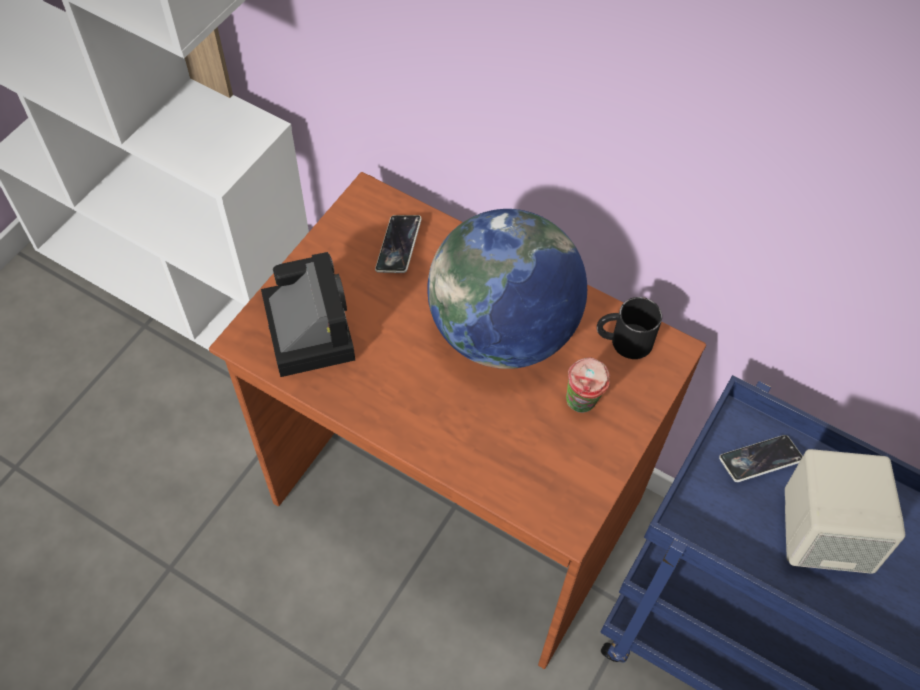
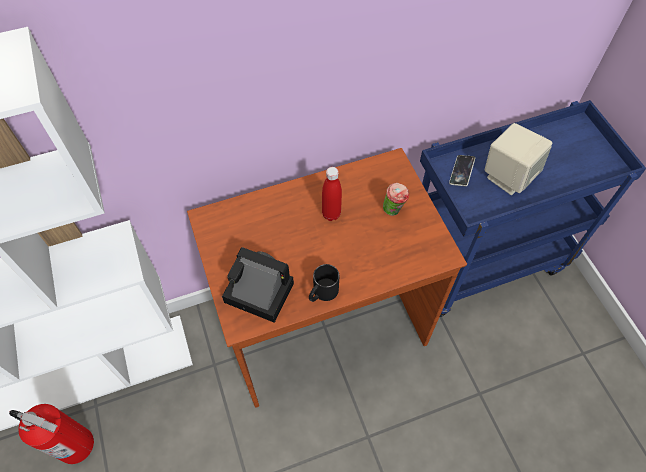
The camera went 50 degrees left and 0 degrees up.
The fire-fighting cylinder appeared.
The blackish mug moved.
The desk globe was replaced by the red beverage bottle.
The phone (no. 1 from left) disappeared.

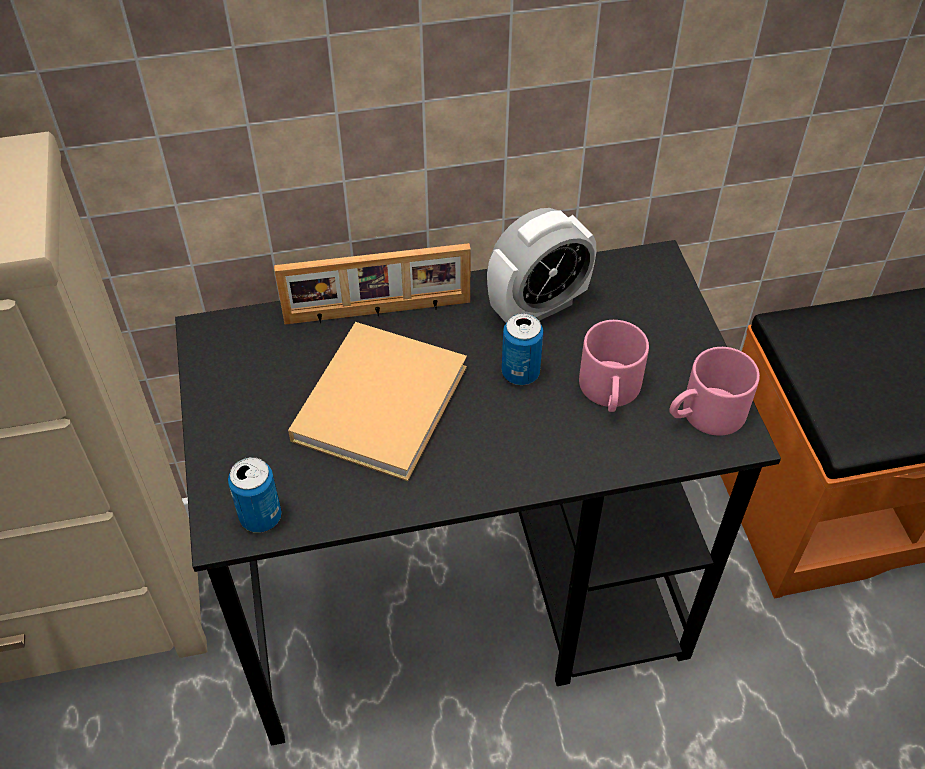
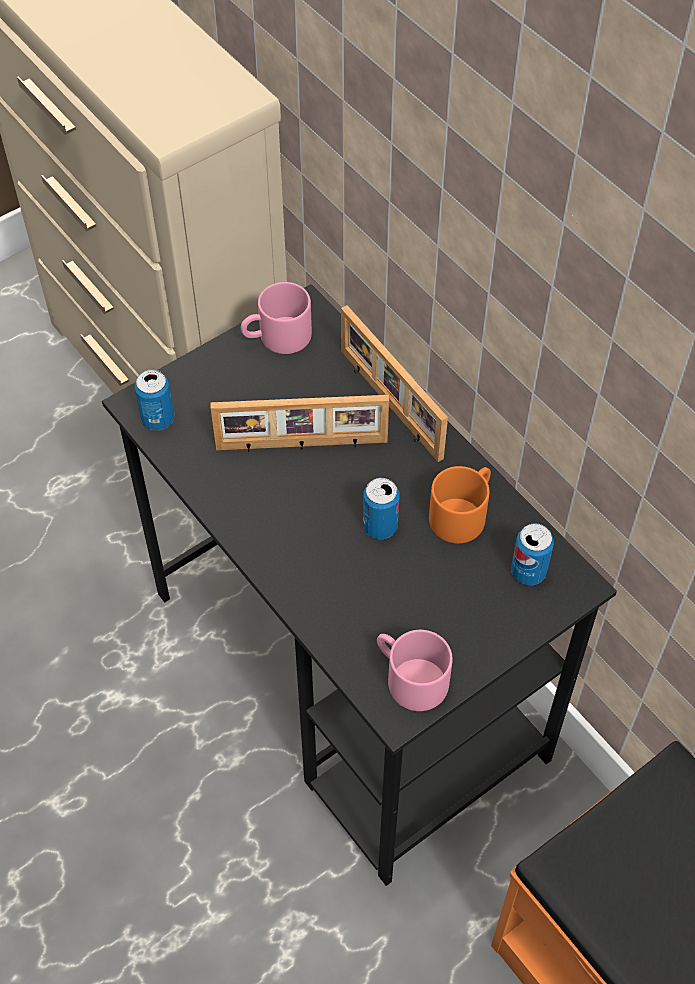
The camera went 65 degrees right and 5 degrees up.
The sand-coloured book was replaced by the picture frame (no. 1 from left).
The pink mug (no. 1 from left) moved.
The alarm clock was replaced by the orange mug.
The can (no. 3 from left) appeared.

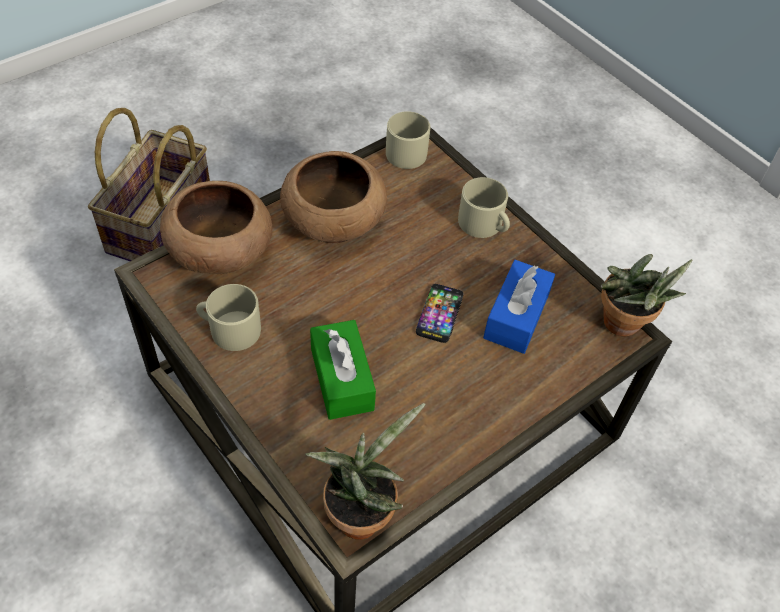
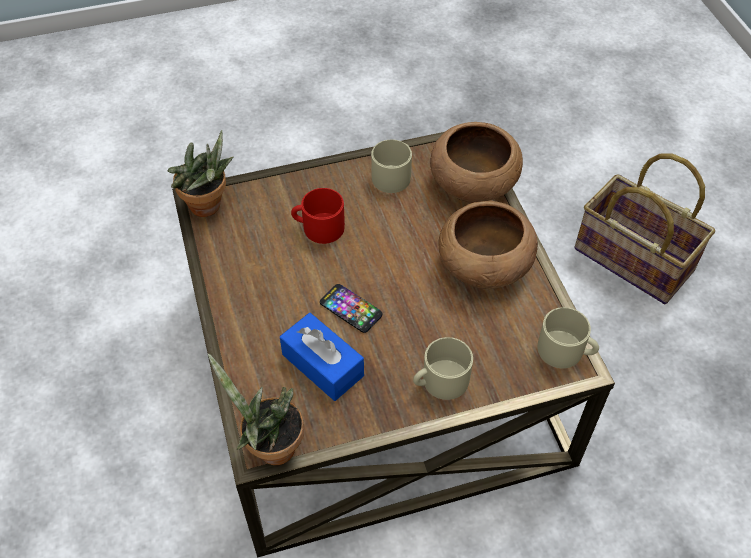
The camera went 115 degrees right and 0 degrees up.
The green box of tissues was replaced by the red mug.

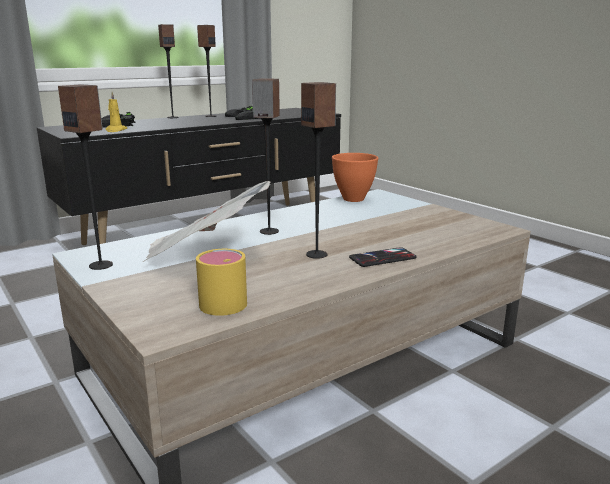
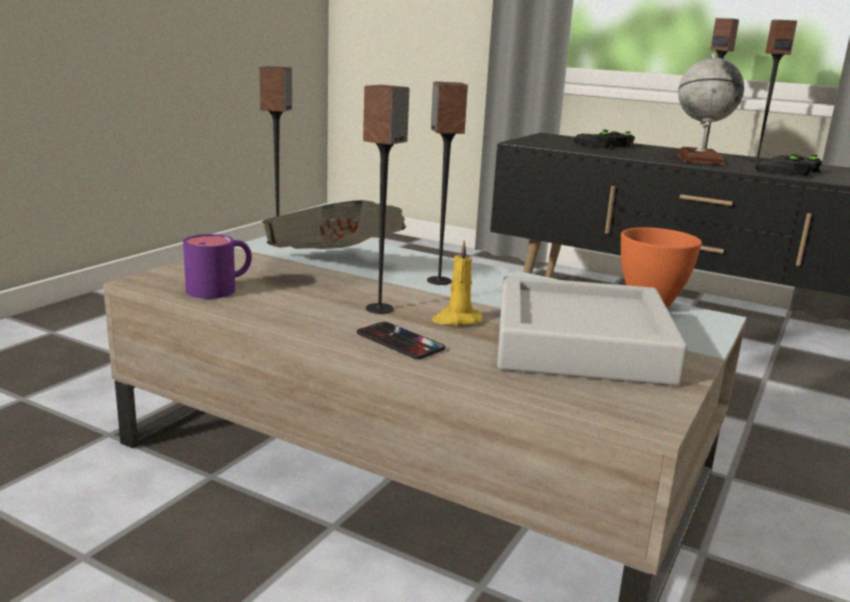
The camera went 65 degrees right and 0 degrees up.
The yellowish mug became the purplish mug.
The yellowish wax candle moved.
The grey tray appeared.
The desk globe appeared.

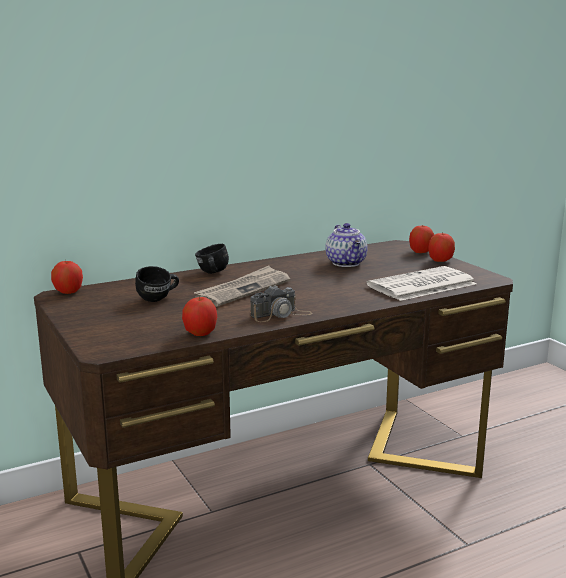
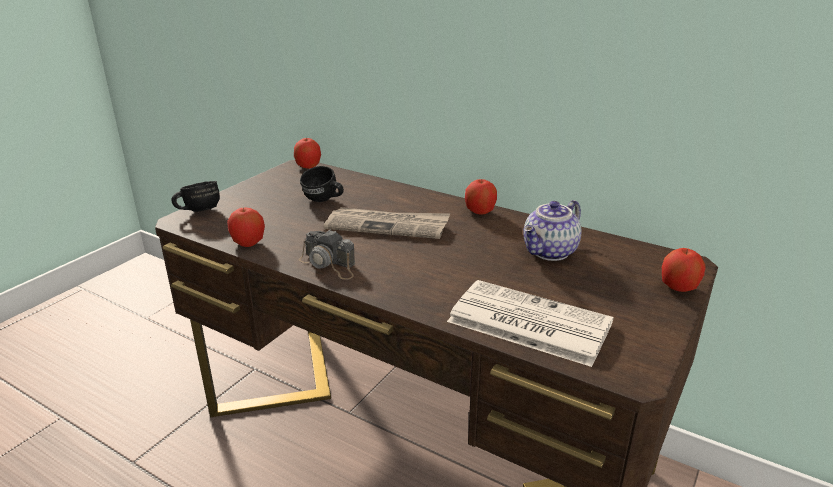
The camera went 60 degrees right and 10 degrees up.
The blackish mug (no. 2 from left in the first image) moved.
The apple (no. 4 from left in the first image) moved.

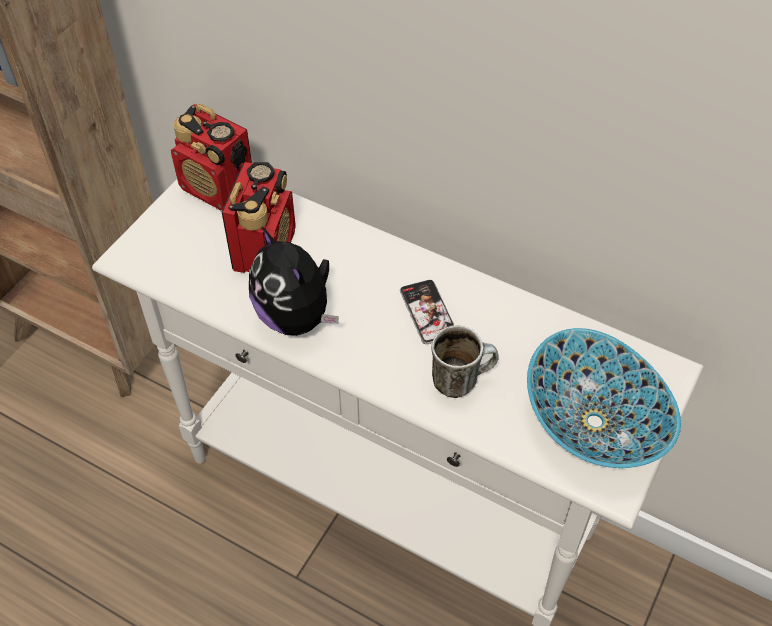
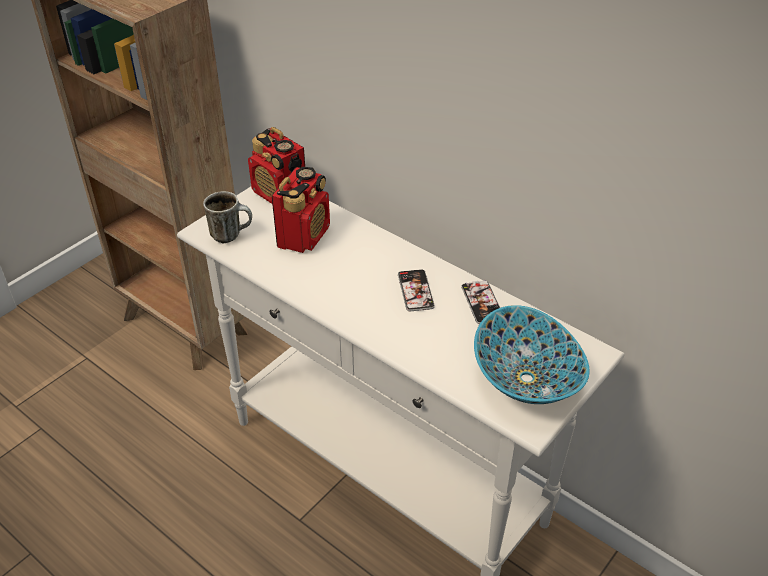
The camera went 10 degrees right and 10 degrees down.
The mug moved.
The phone (no. 2 from left) appeared.
The cuddly toy disappeared.

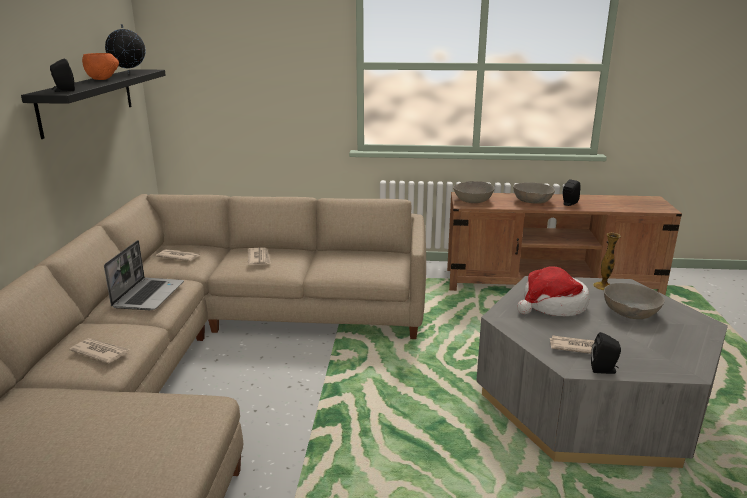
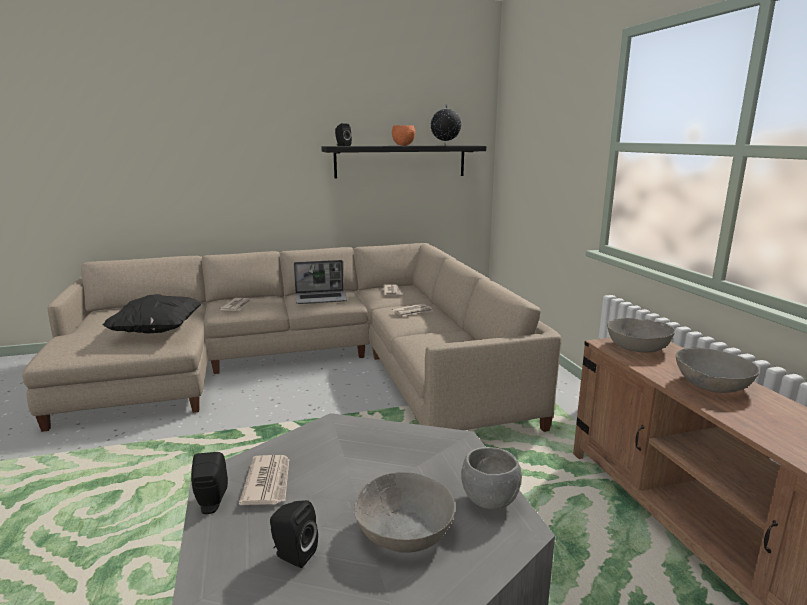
The camera went 70 degrees right and 5 degrees down.
The blackish throw pillow appeared.
The blackish speaker (no. 2 from left) moved.
The flower vase was replaced by the grey deep dish (no. 2 from left).
The clothing hat disappeared.

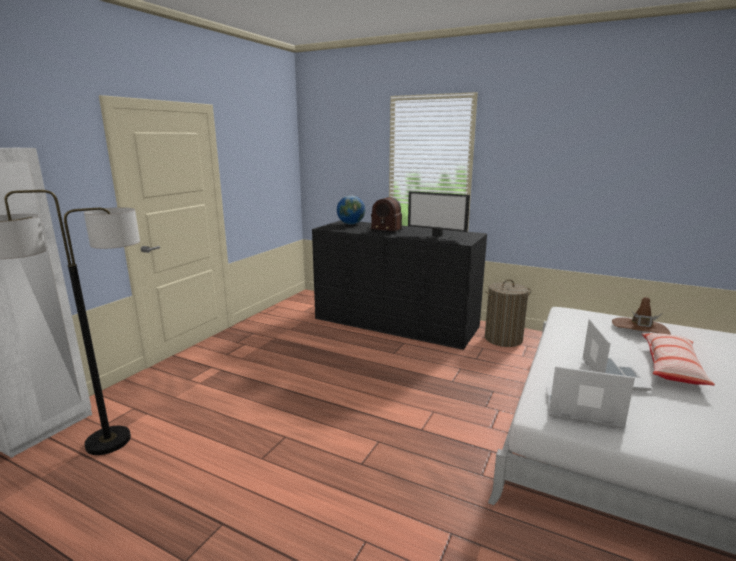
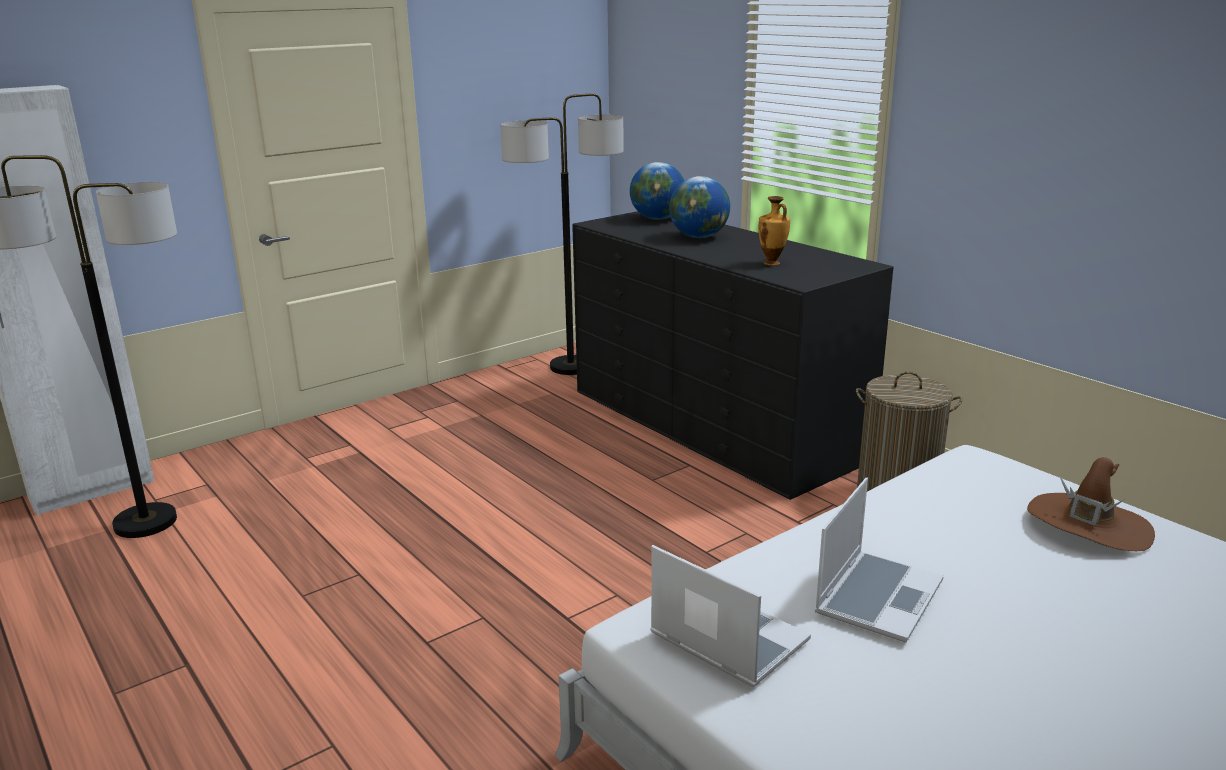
The camera went 25 degrees right and 5 degrees up.
The standing lamp (no. 2 from left) appeared.
The radio was replaced by the desk globe (no. 2 from left).
The monitor was replaced by the flower vase.
The throw pillow disappeared.

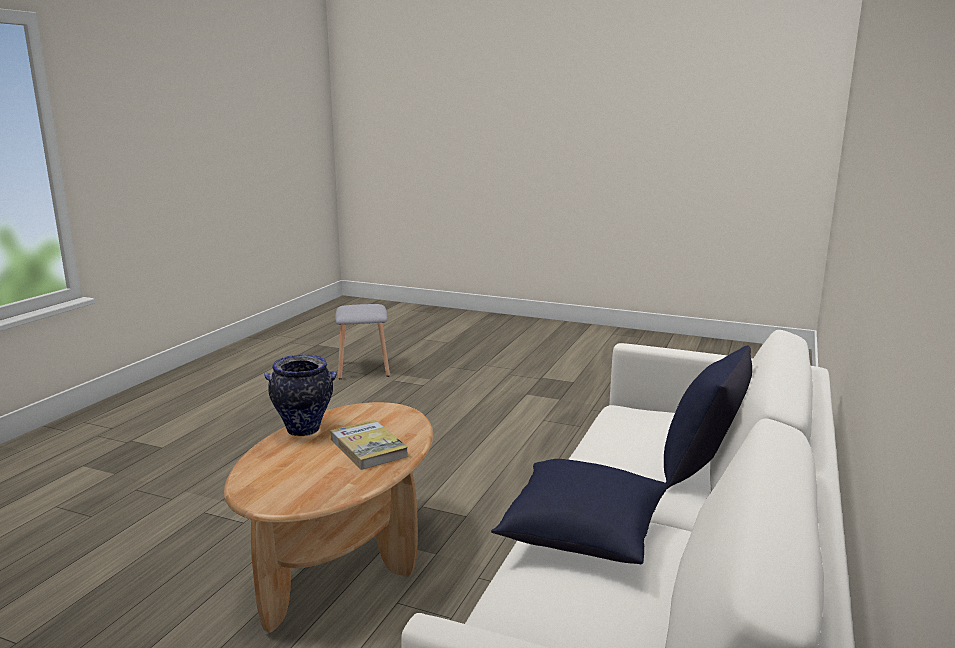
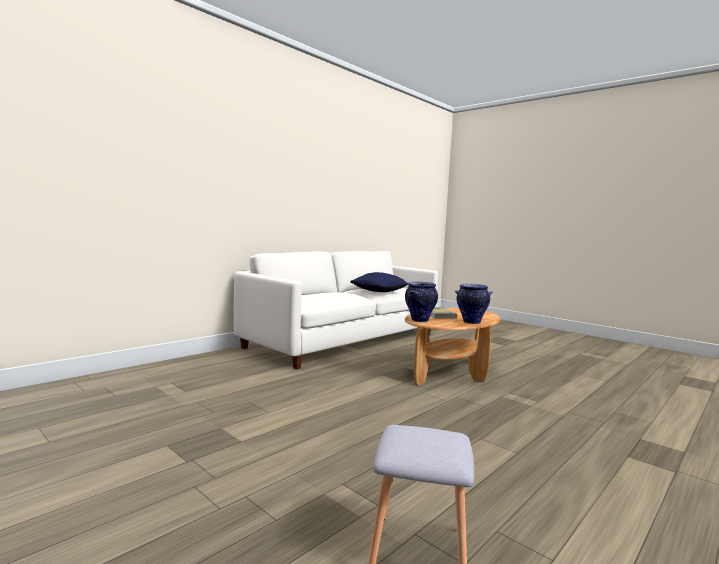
The camera went 160 degrees left and 10 degrees down.
The flower vase (no. 1 from left) appeared.
The blue-coloured throw pillow (no. 2 from left) disappeared.

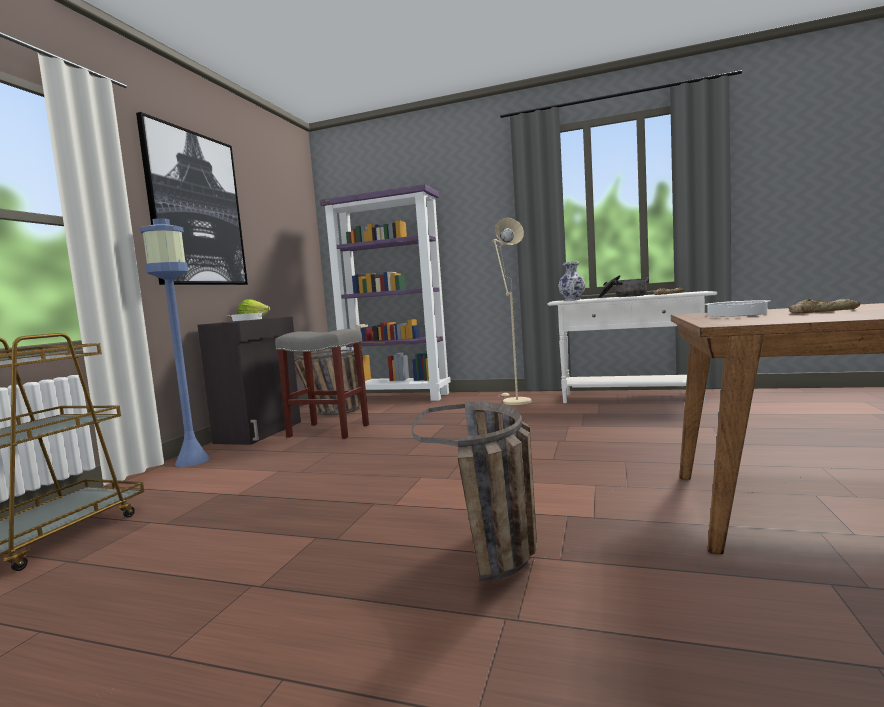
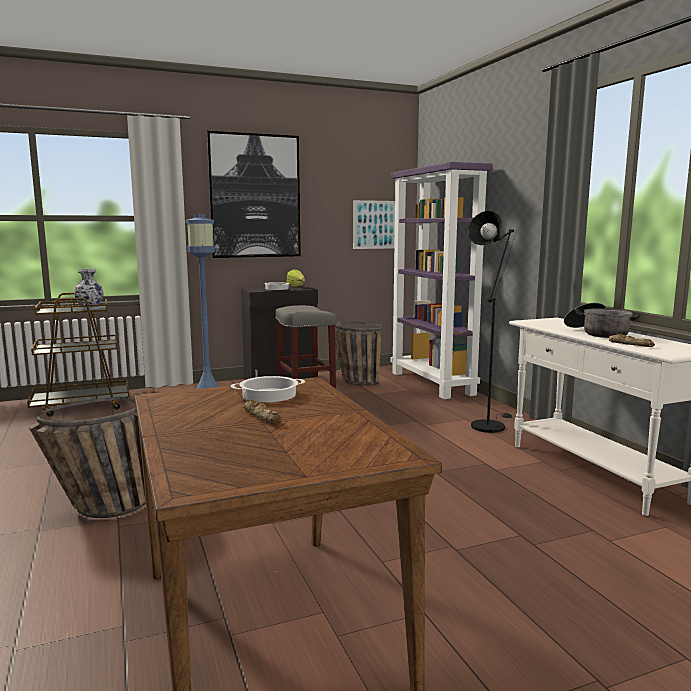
The camera went 50 degrees right and 5 degrees up.
The flower vase moved.
The wall art (no. 2 from left) appeared.
The sand-coloured standing lamp became the blackish standing lamp.

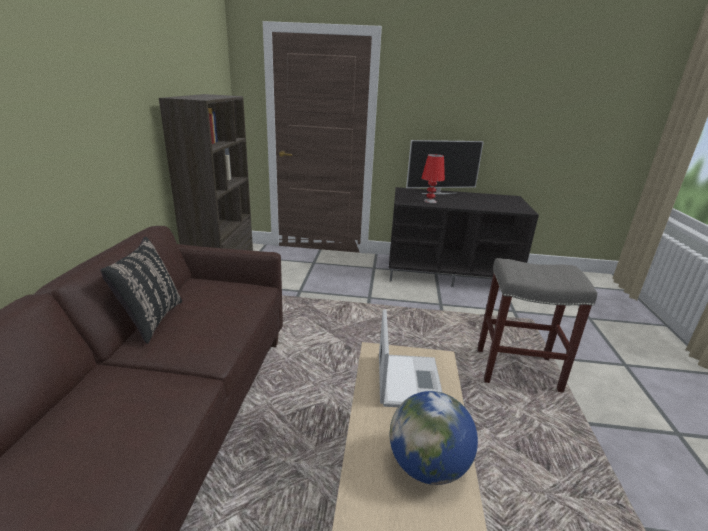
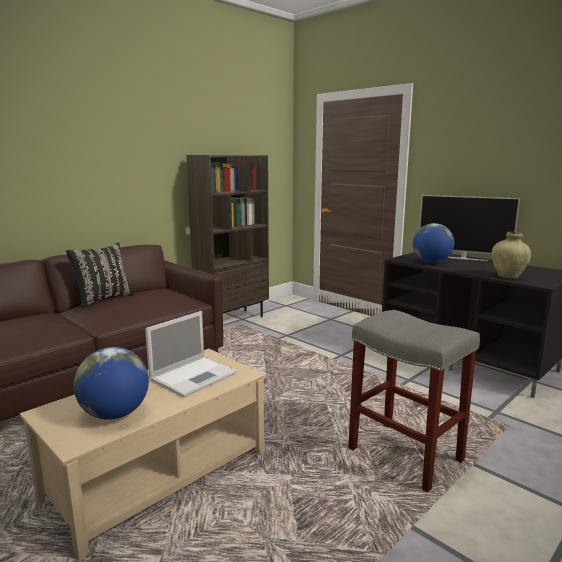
The camera went 40 degrees right and 10 degrees down.
The red table lamp was replaced by the desk globe (no. 2 from left).
The sand-coloured flower vase appeared.

